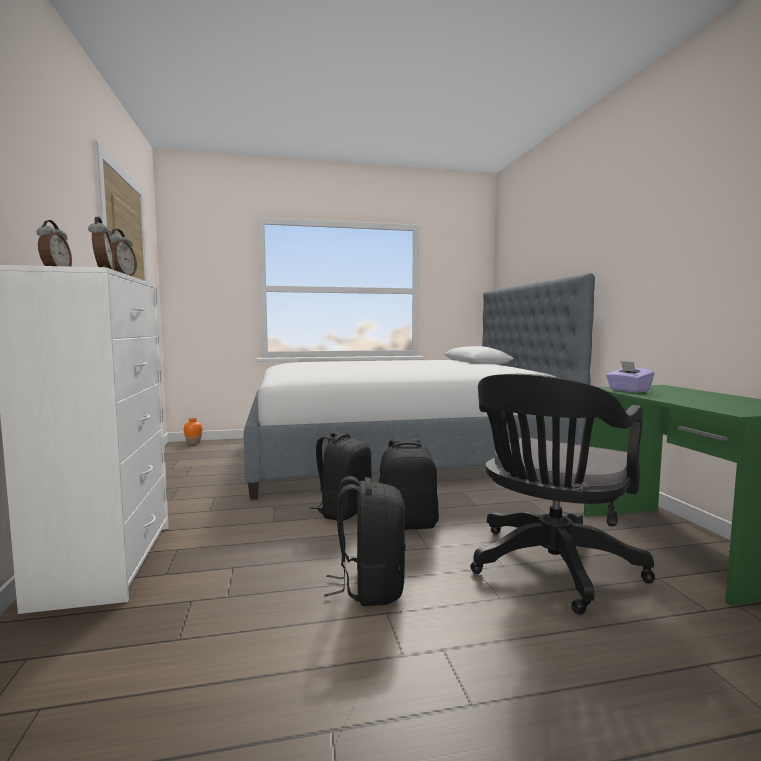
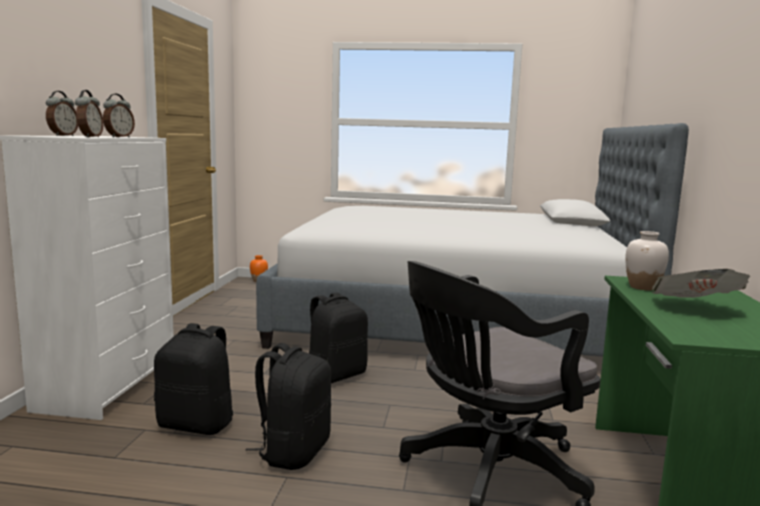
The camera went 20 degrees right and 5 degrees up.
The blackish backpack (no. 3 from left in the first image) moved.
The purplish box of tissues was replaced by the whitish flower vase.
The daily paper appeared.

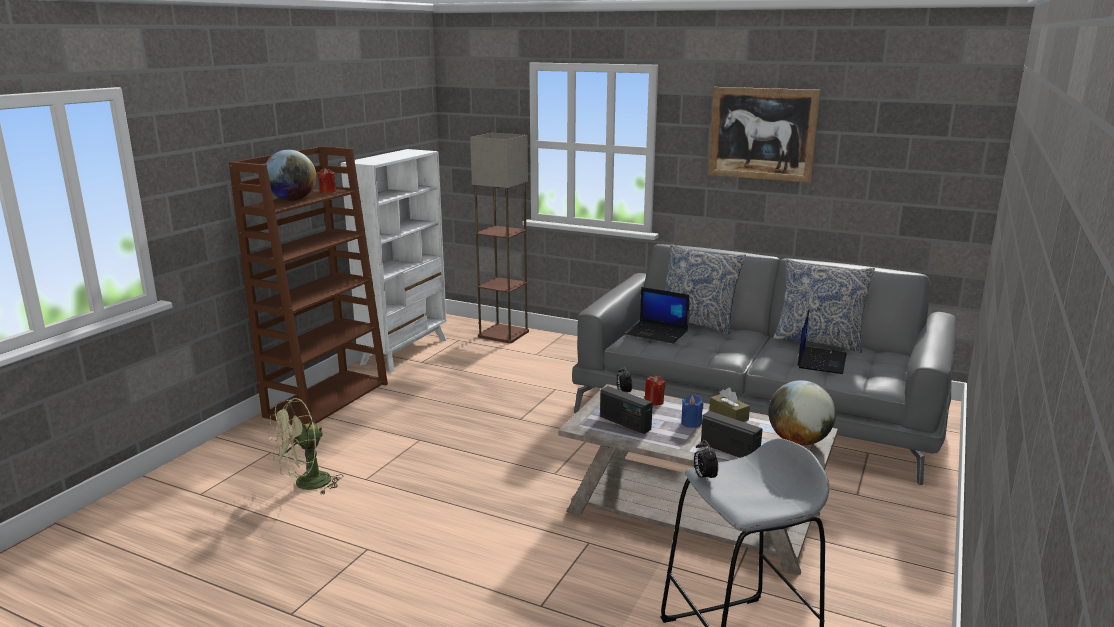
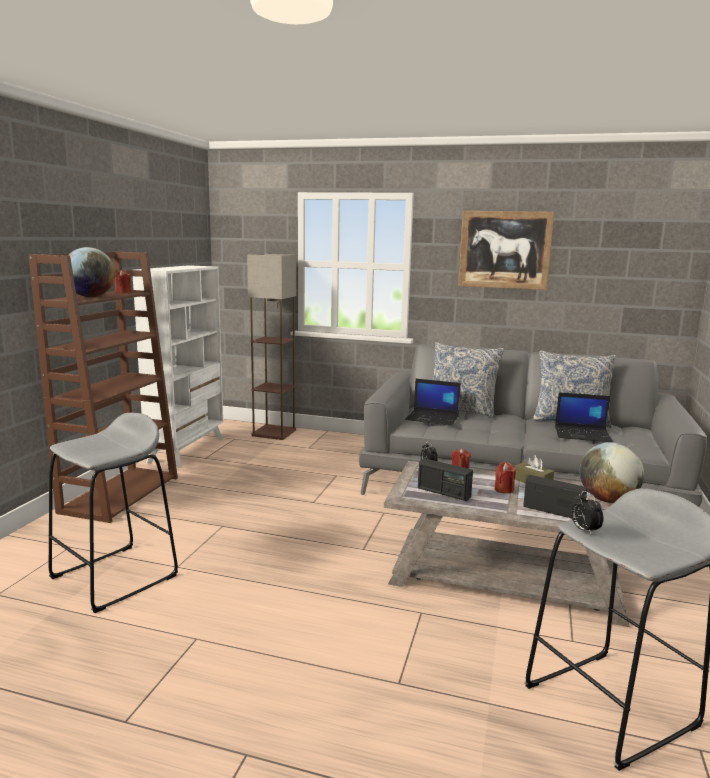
The camera went 10 degrees left and 5 degrees down.
The green electric fan was replaced by the grey sitting stool (no. 1 from left).
The blue-coloured wax candle became the red wax candle (no. 3 from left).
The portable computer (no. 2 from left) turned 90 degrees clockwise.

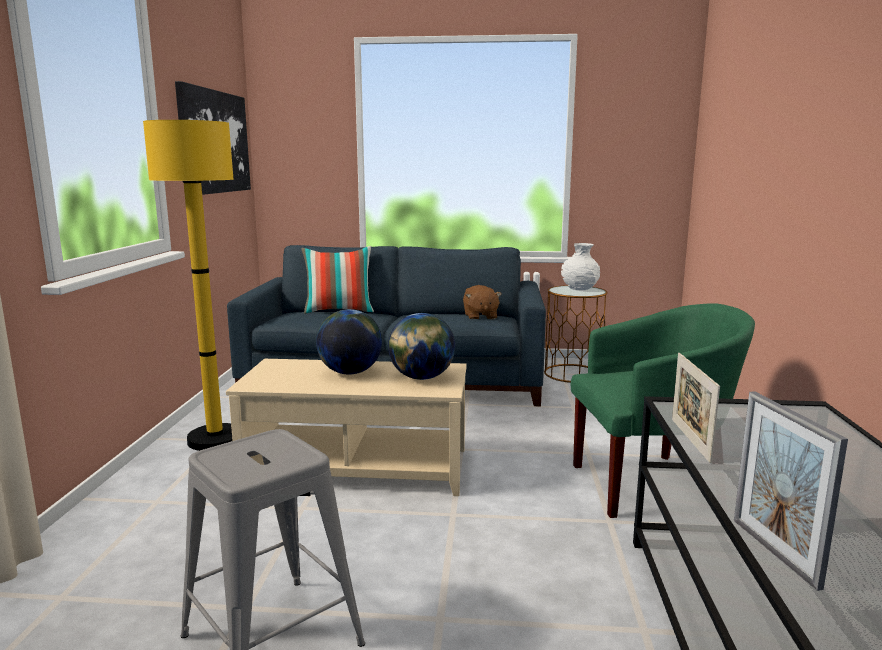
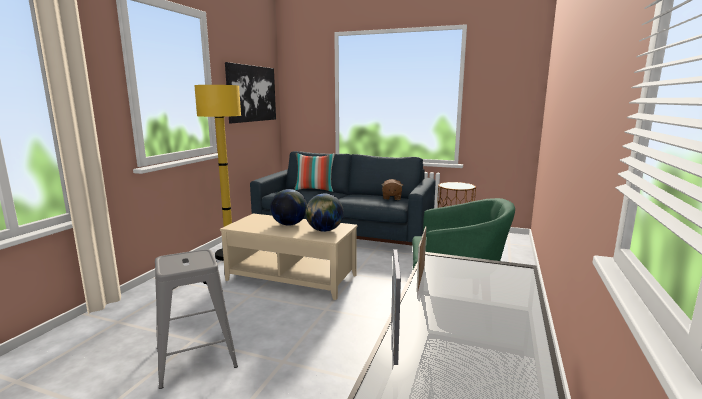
The camera went 15 degrees right and 0 degrees up.
The whitish flower vase disappeared.

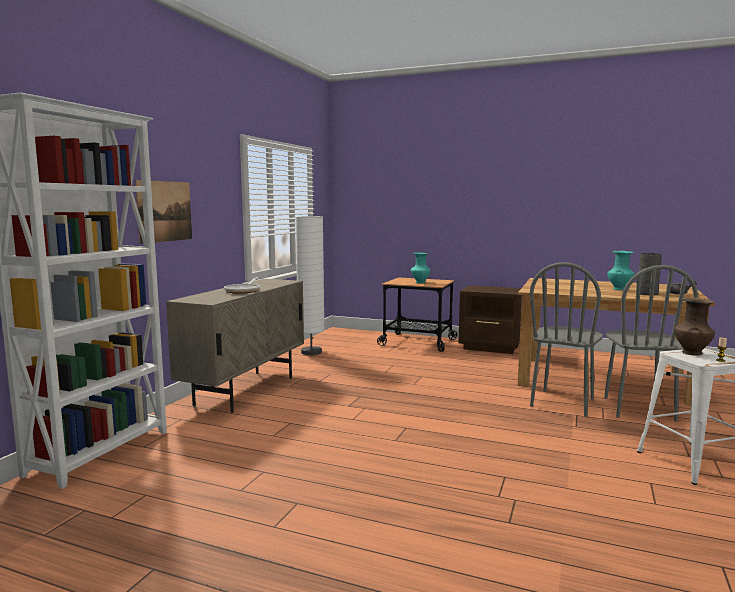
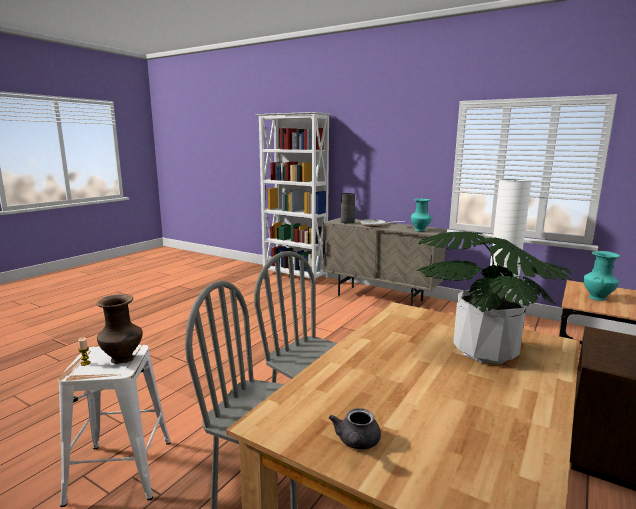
The camera went 100 degrees right and 5 degrees up.
The grey flower vase moved.
The turquoise-coloured flower vase (no. 2 from left in the first image) moved.
The potted plant appeared.
The wall art disappeared.

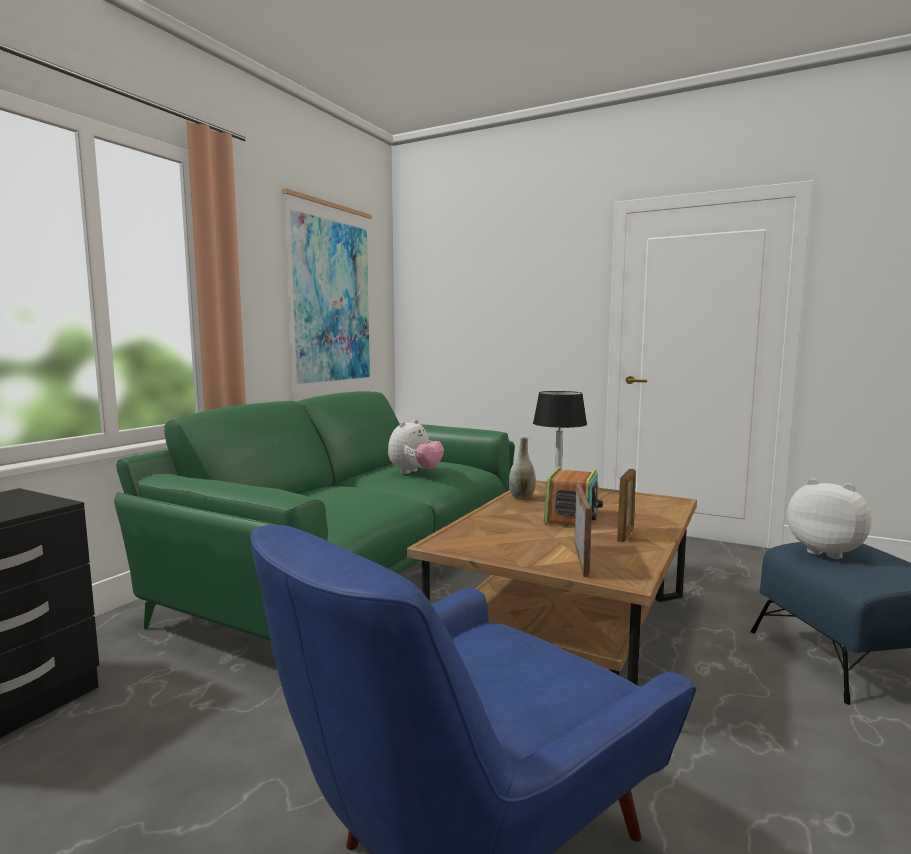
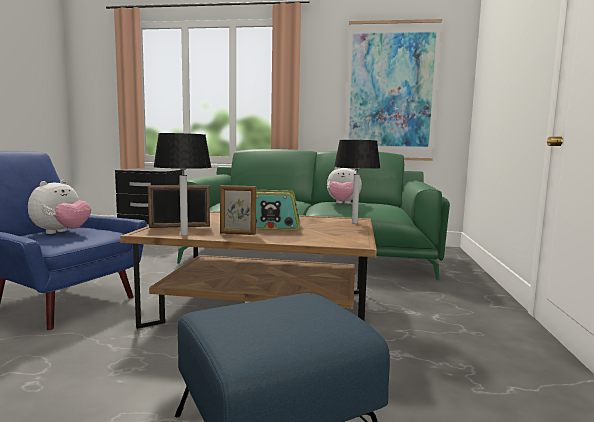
The camera went 70 degrees right and 0 degrees up.
The cuddly toy (no. 2 from left in the first image) moved.
The blackish table lamp (no. 1 from left) appeared.
The grey flower vase disappeared.

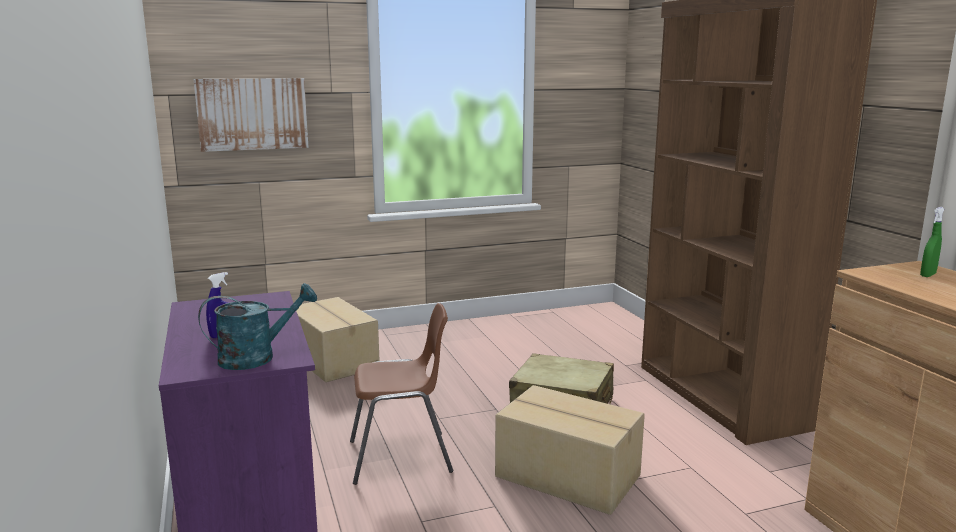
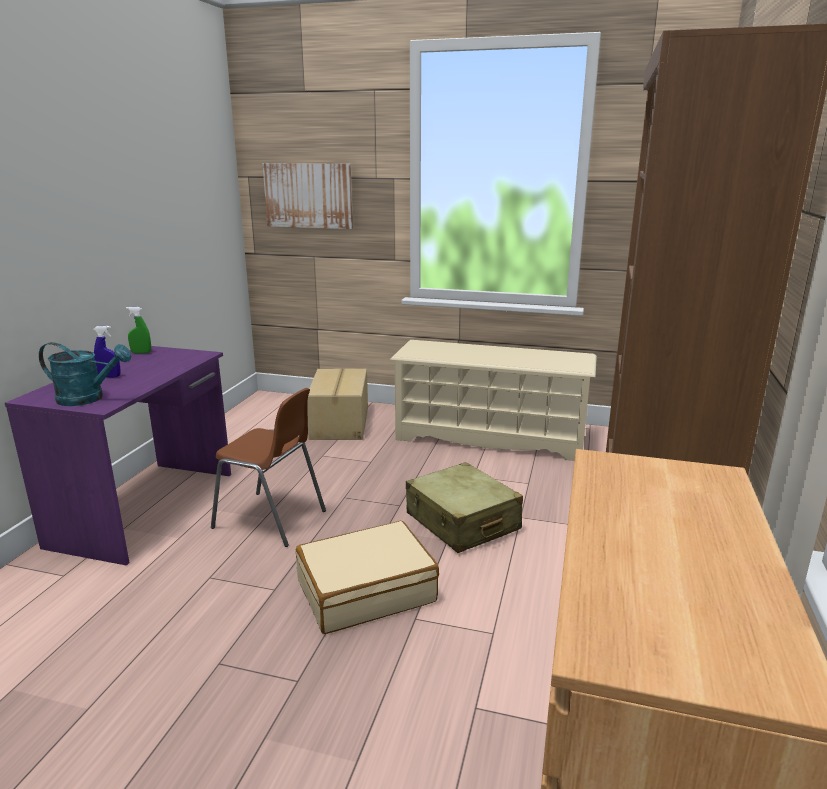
The camera went 35 degrees right and 5 degrees up.
The green hand sprayer moved.
The packing box (no. 2 from left) was replaced by the sand-coloured piece of luggage (no. 1 from left).
The sand-coloured shoe rack appeared.

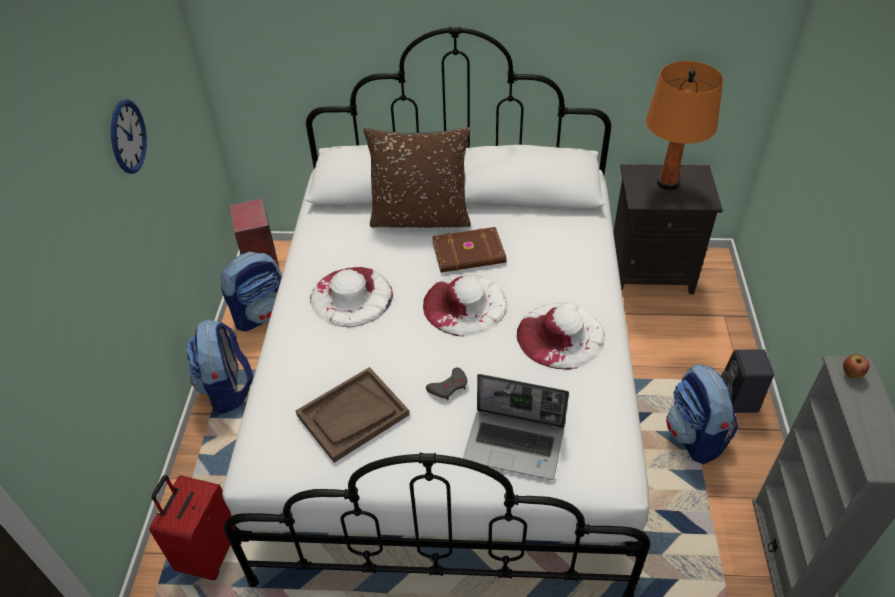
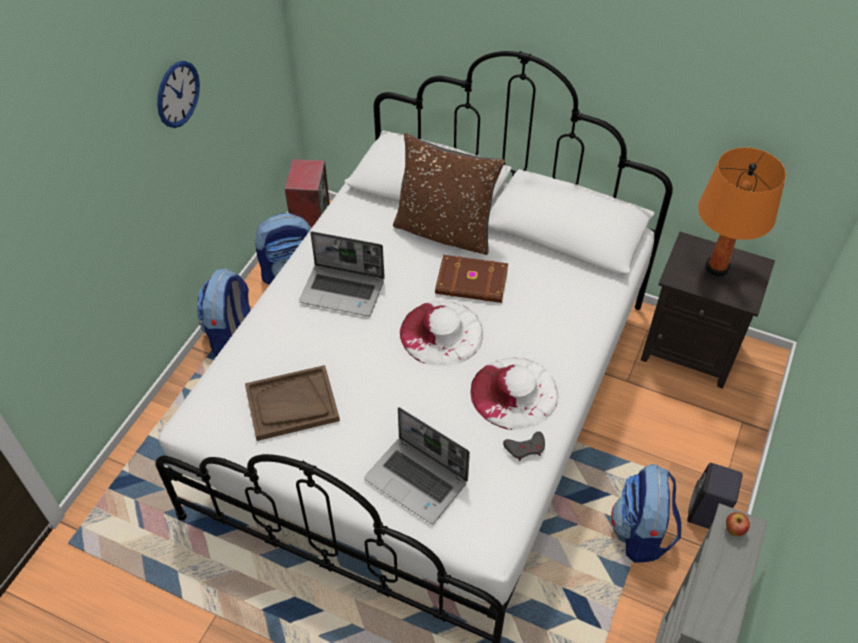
The camera went 20 degrees right and 5 degrees up.
The whitish clothing hat (no. 1 from left) was replaced by the portable computer (no. 1 from left).
The grey game controller moved.
The red piece of luggage disappeared.

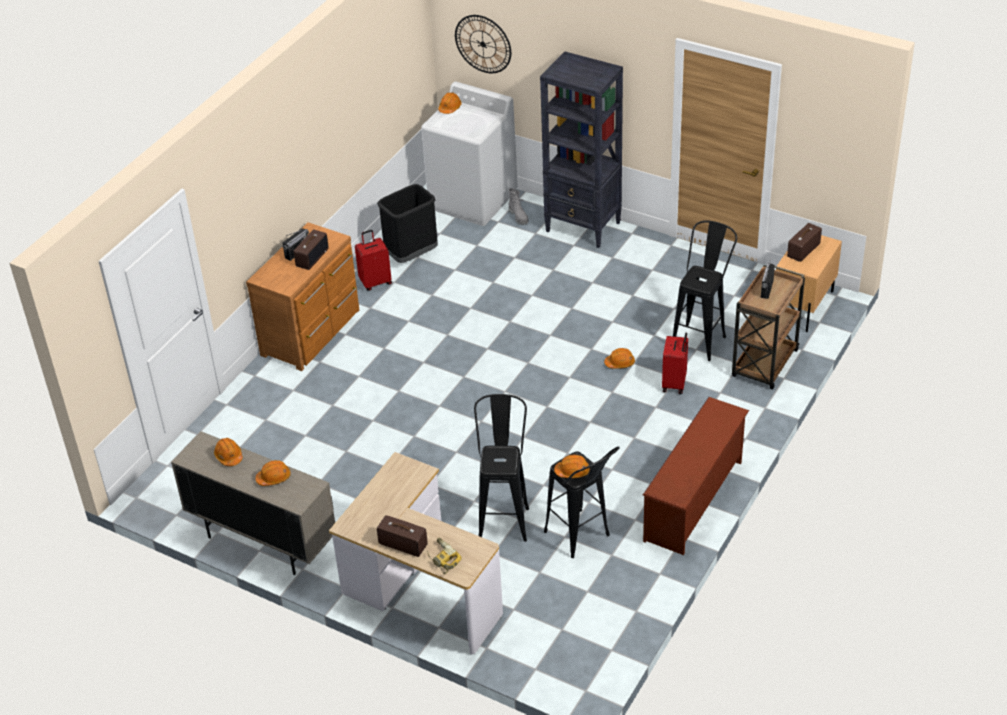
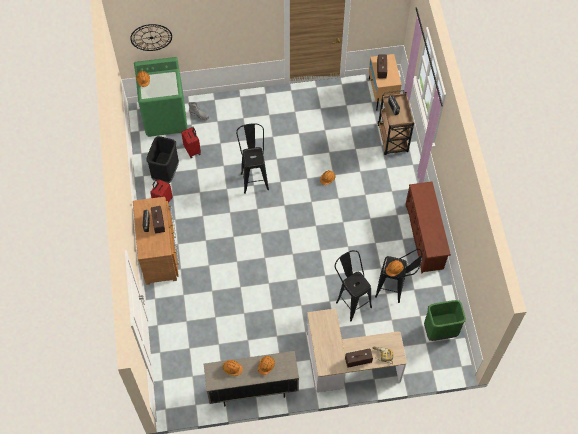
The camera went 40 degrees left and 20 degrees up.
The whitish washing machine became the green washing machine.
The red piece of luggage (no. 2 from left) moved.
The blackish sitting stool (no. 3 from left in the first image) moved.
The green trash can appeared.
The blackish bookshelf disappeared.

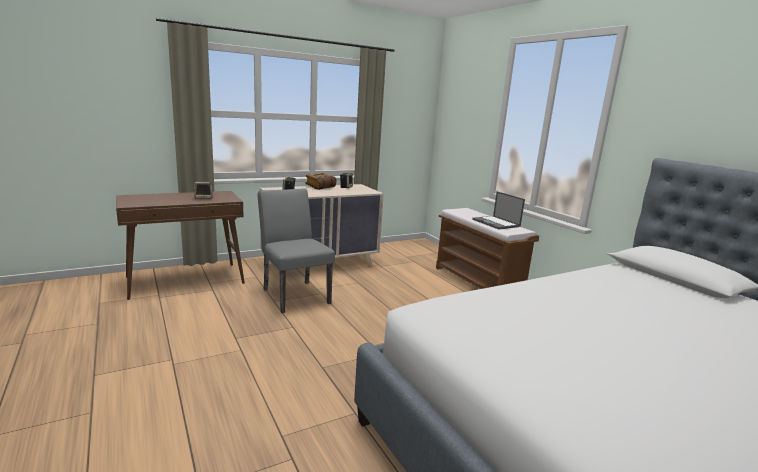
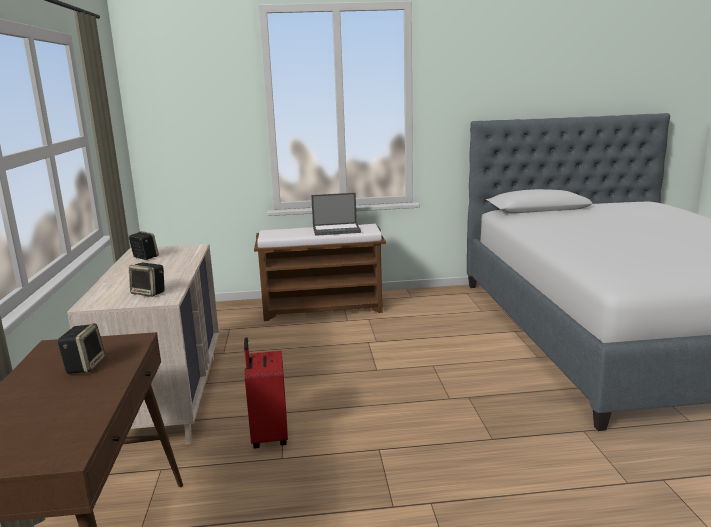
The camera went 65 degrees left and 0 degrees up.
The grey upright chair was replaced by the red piece of luggage.
The book disappeared.

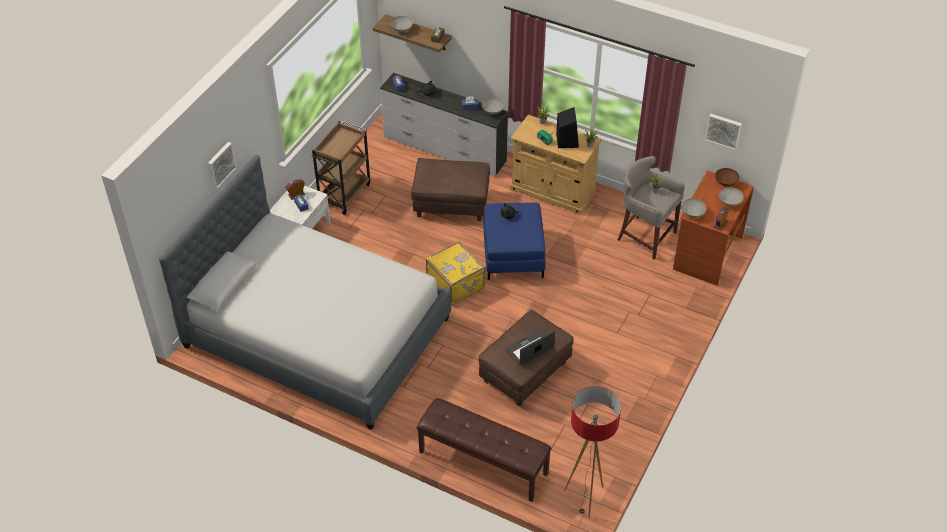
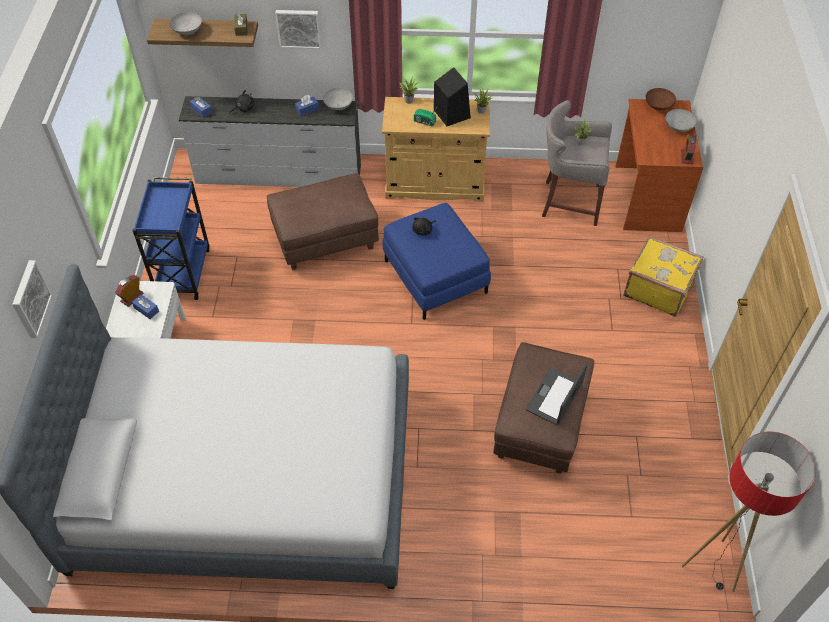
The camera went 25 degrees left and 5 degrees up.
The brownish wheeled cart became the blue-coloured wheeled cart.
The wall art (no. 2 from left) moved.
The yellowish piece of luggage moved.
The brownish bench disappeared.
The grey deep dish (no. 3 from left) disappeared.

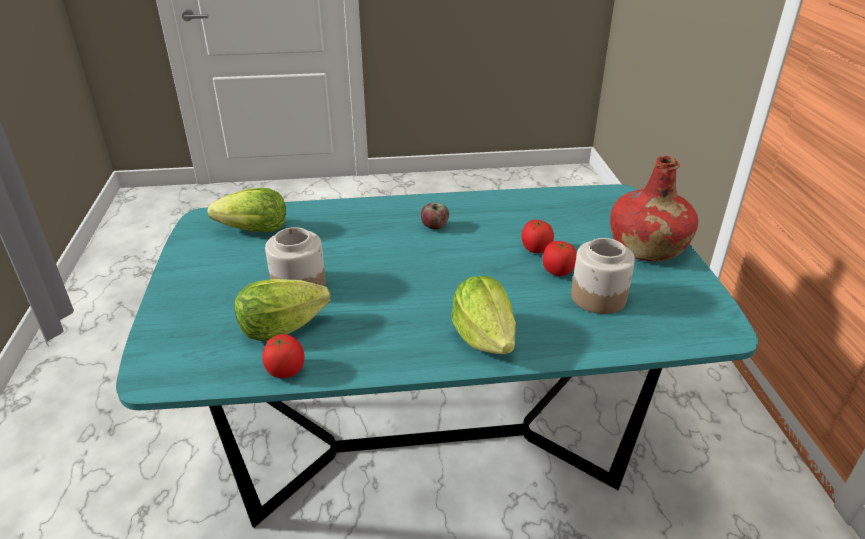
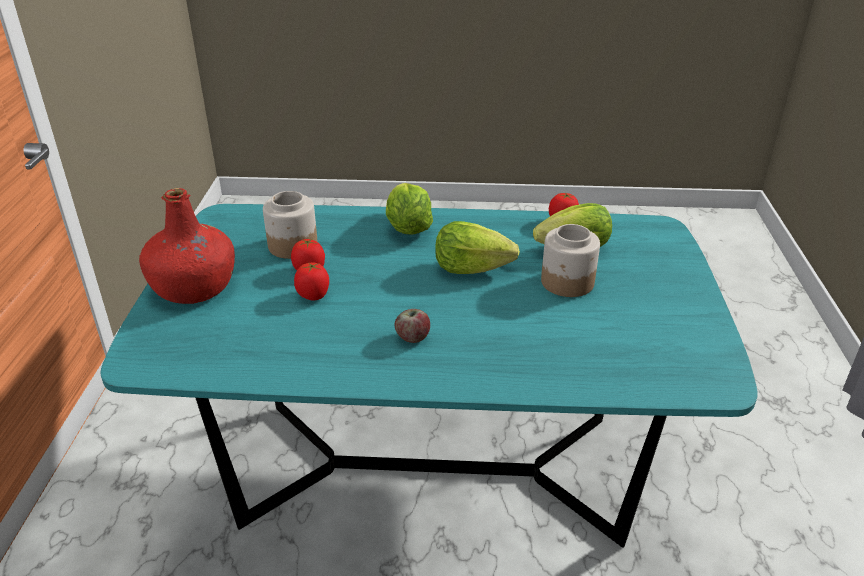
The camera went 170 degrees left and 0 degrees up.
The lettuce head (no. 1 from left in the first image) moved.

